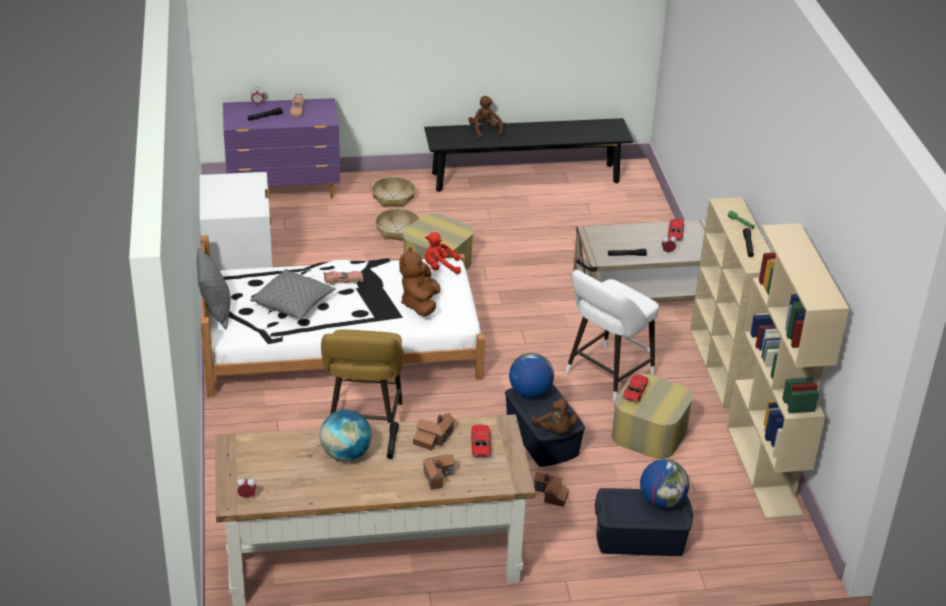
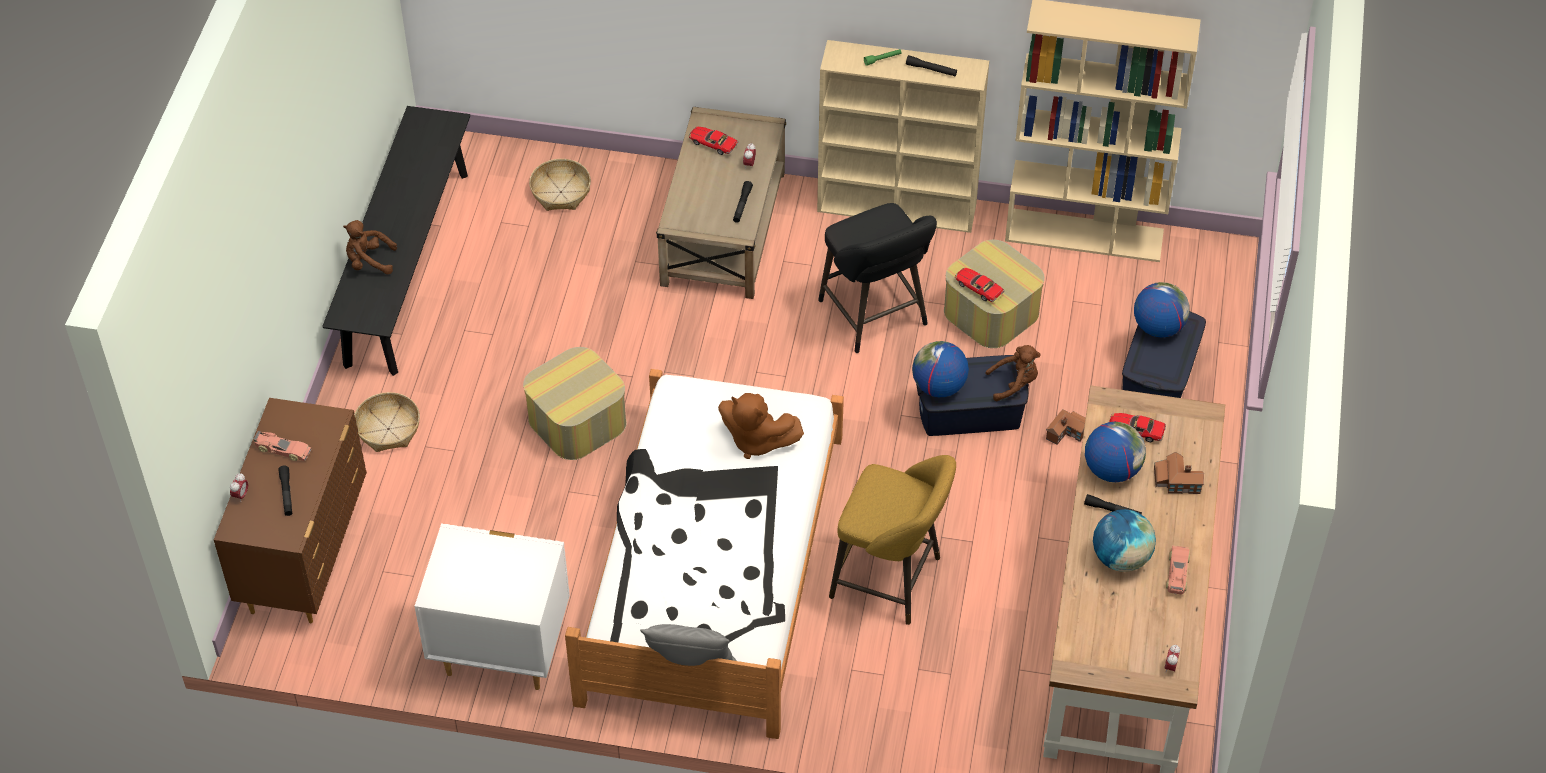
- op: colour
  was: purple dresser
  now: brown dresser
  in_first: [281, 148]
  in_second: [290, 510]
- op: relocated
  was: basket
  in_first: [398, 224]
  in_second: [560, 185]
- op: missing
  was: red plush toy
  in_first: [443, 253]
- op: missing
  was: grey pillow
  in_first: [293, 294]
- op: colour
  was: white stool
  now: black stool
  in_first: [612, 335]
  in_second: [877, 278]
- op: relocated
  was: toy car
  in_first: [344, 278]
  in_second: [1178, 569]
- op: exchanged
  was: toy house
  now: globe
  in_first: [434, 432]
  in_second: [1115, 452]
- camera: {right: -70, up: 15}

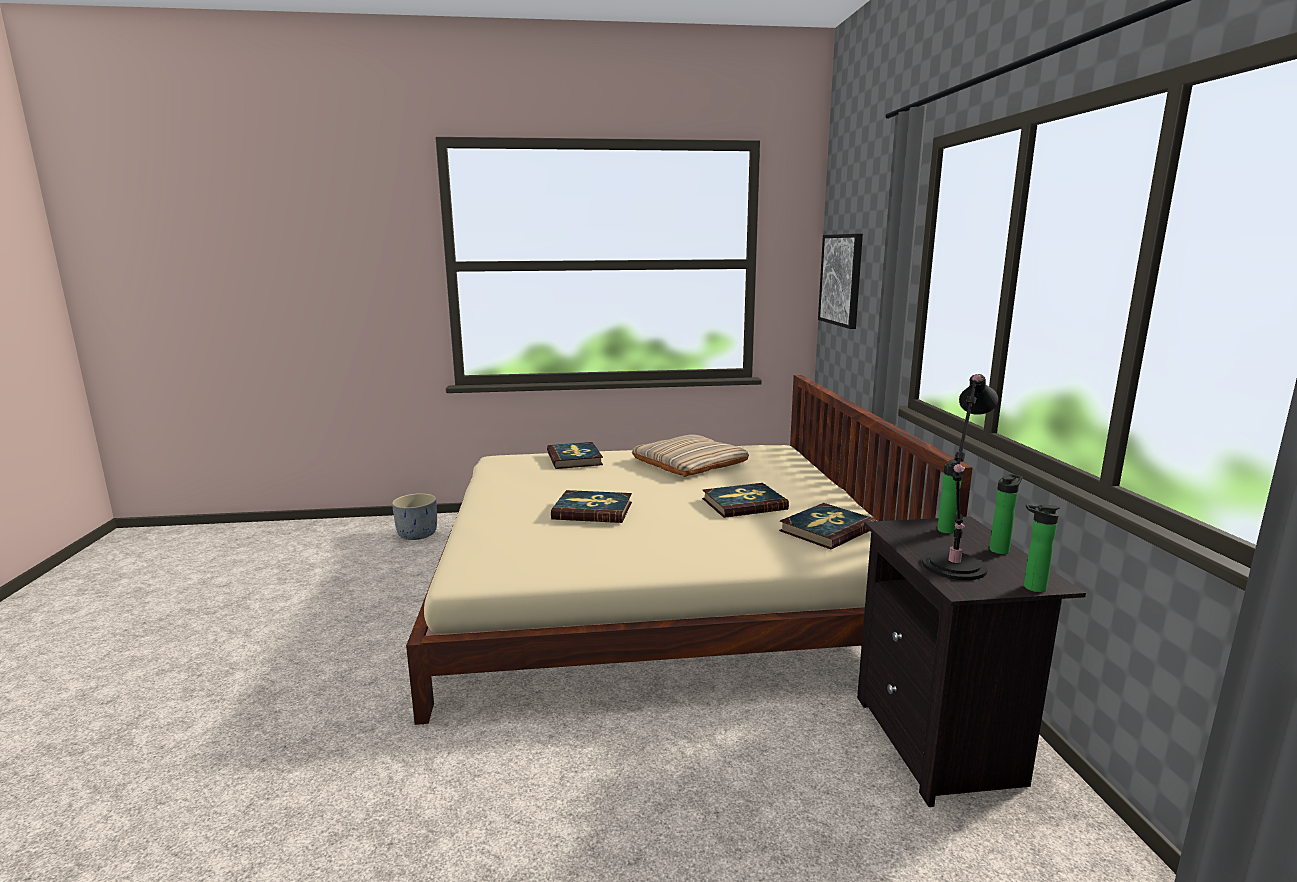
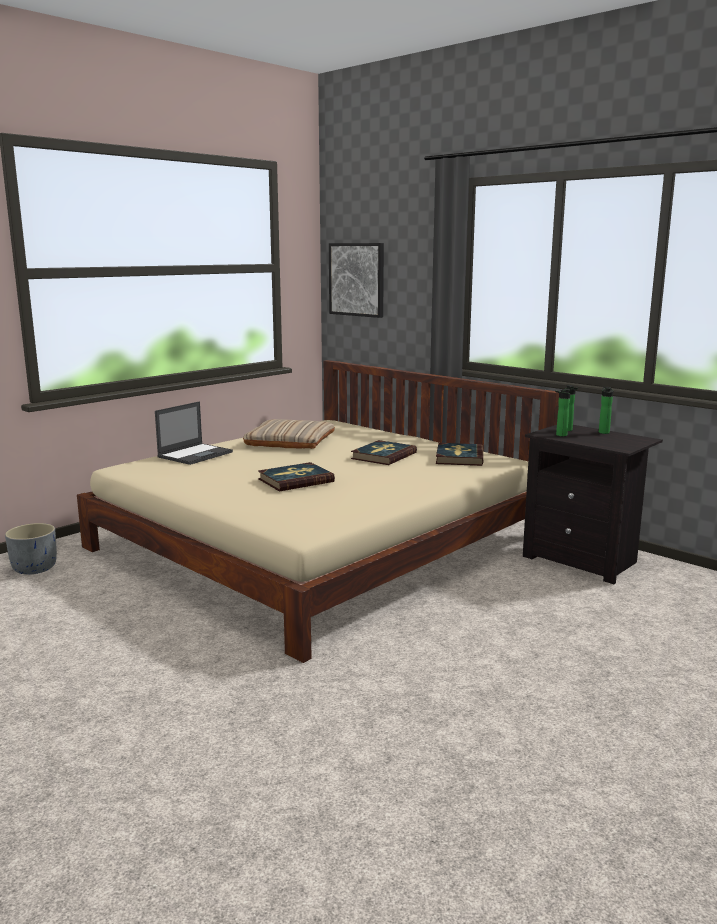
- op: missing
  was: black table lamp
  in_first: [960, 477]
- op: exchanged
  was: book
  now: laptop
  in_first: [575, 455]
  in_second: [194, 433]
- op: relocated
  was: bottle
  in_first: [1042, 548]
  in_second: [562, 412]
- camera: {right: -40, up: 0}

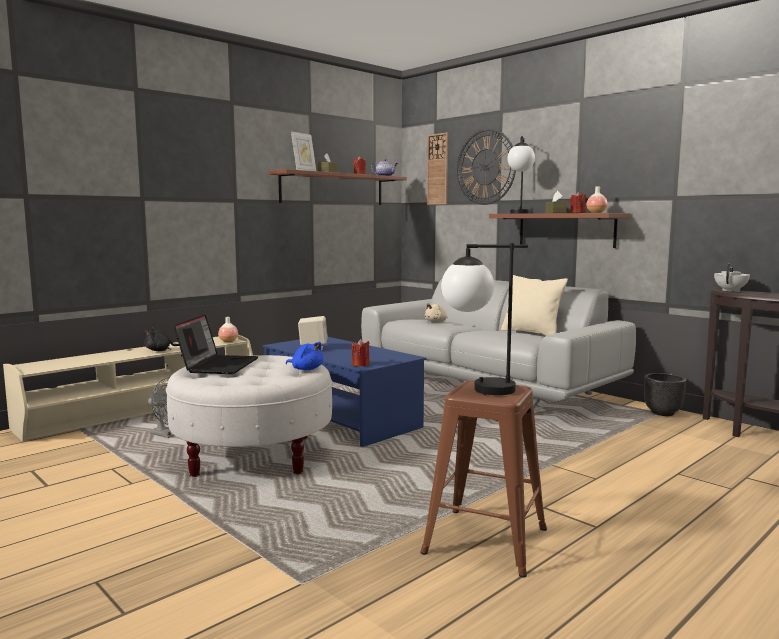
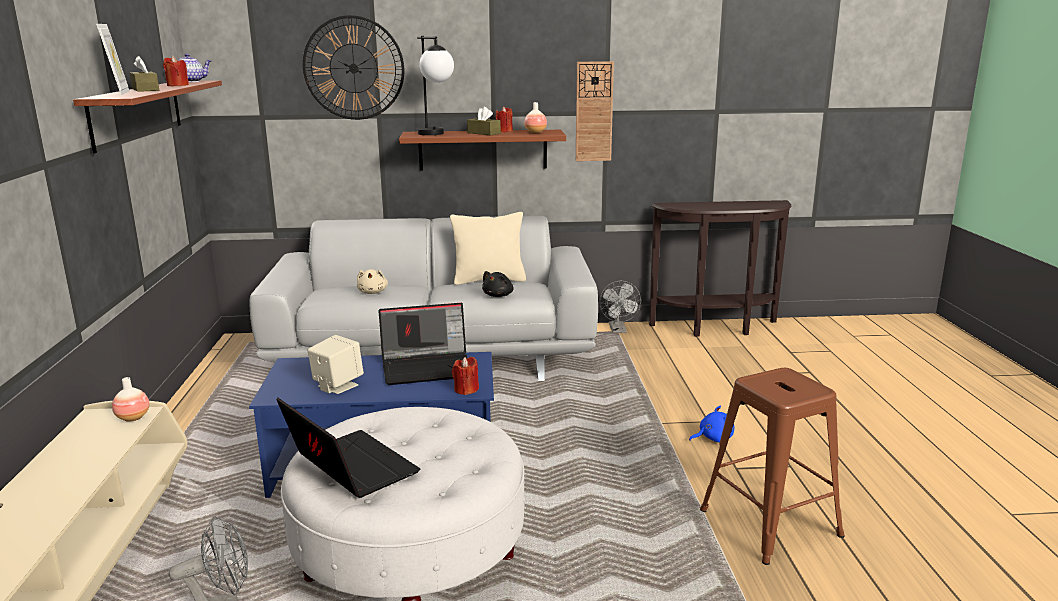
- op: relocated
  was: wall clock
  in_first: [437, 169]
  in_second: [595, 111]
- op: missing
  was: table lamp
  in_first: [484, 319]
- op: missing
  was: white teapot
  in_first: [732, 278]
- op: relocated
  was: black plush toy
  in_first: [162, 339]
  in_second: [498, 284]
- op: relocated
  was: blue plush toy
  in_first: [304, 356]
  in_second: [712, 423]
- op: exchanged
  was: black planter
  now: grey fan
  in_first: [665, 394]
  in_second: [620, 307]
- op: appeared
  now: laptop
  in_second: [422, 344]
- camera: {right: -50, up: 10}

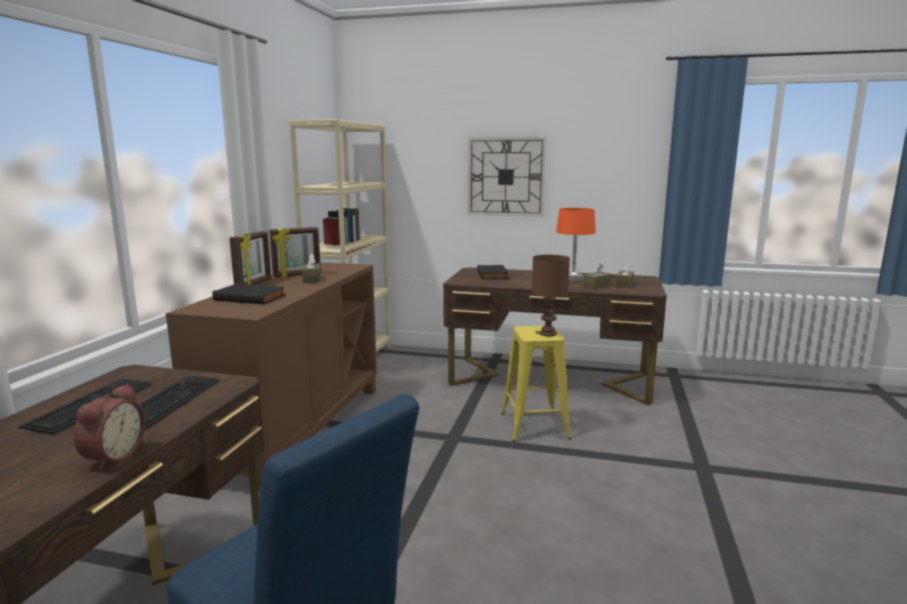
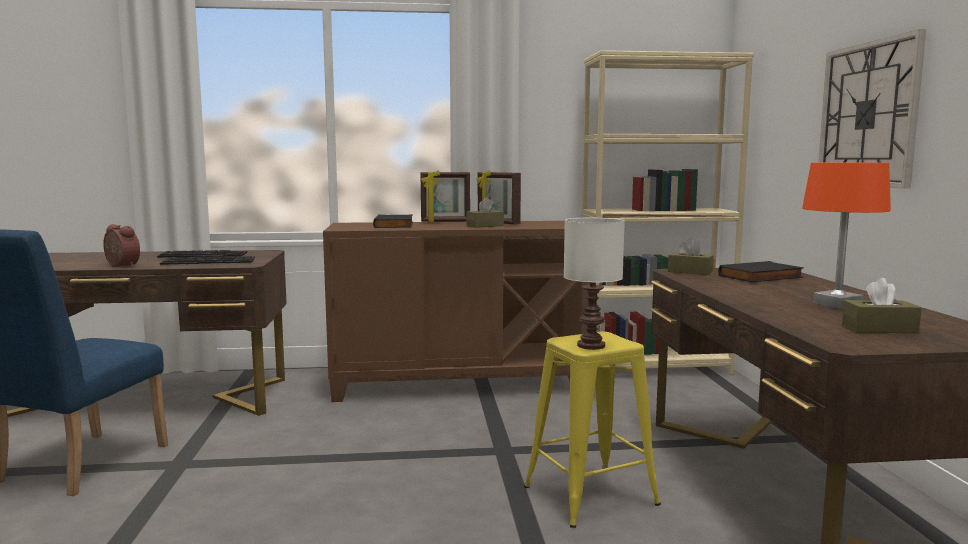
- op: colour
  was: brown table lamp
  now: white table lamp
  in_first: [551, 295]
  in_second: [594, 284]
- op: relocated
  was: brown tissue box
  in_first: [597, 276]
  in_second: [691, 256]
- op: spun
  was: alarm clock
  in_first: [110, 427]
  in_second: [121, 245]
  clockwise: -135
- camera: {right: 70, up: -5}

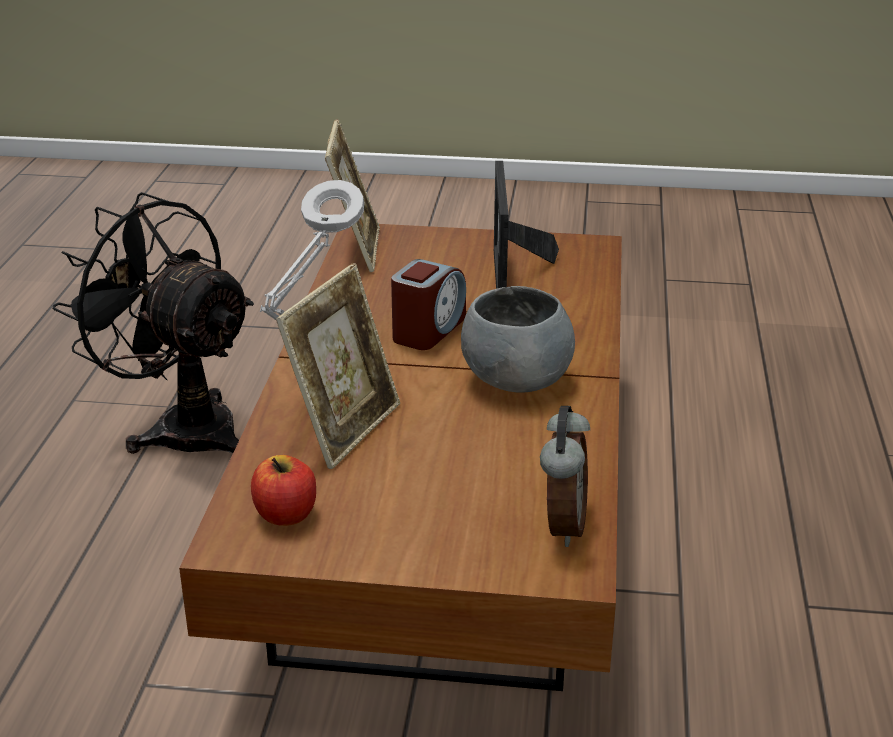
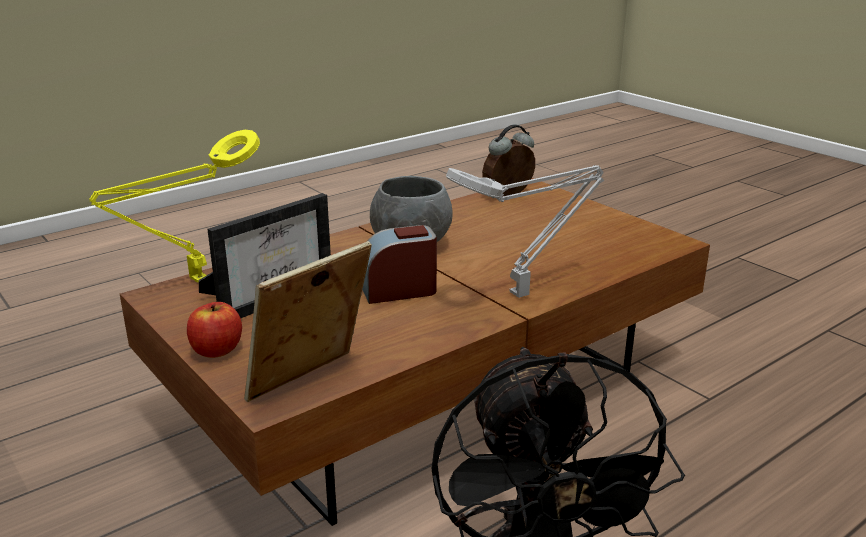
- op: missing
  was: picture frame
  in_first: [338, 366]
- op: relocated
  was: apple
  in_first: [283, 490]
  in_second: [214, 330]
- op: appeared
  now: yellow table lamp
  in_second: [174, 206]
- camera: {right: -135, up: -5}

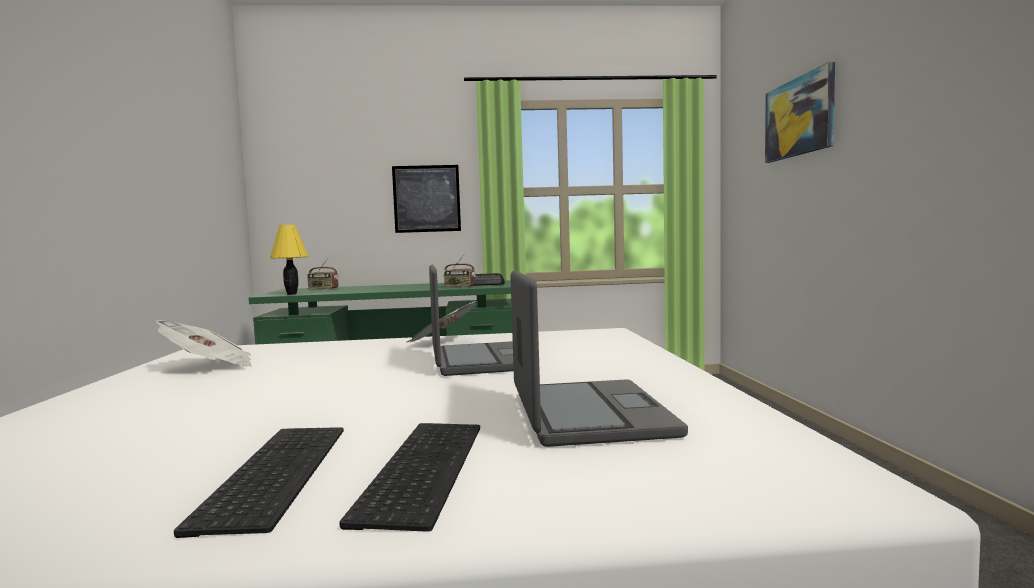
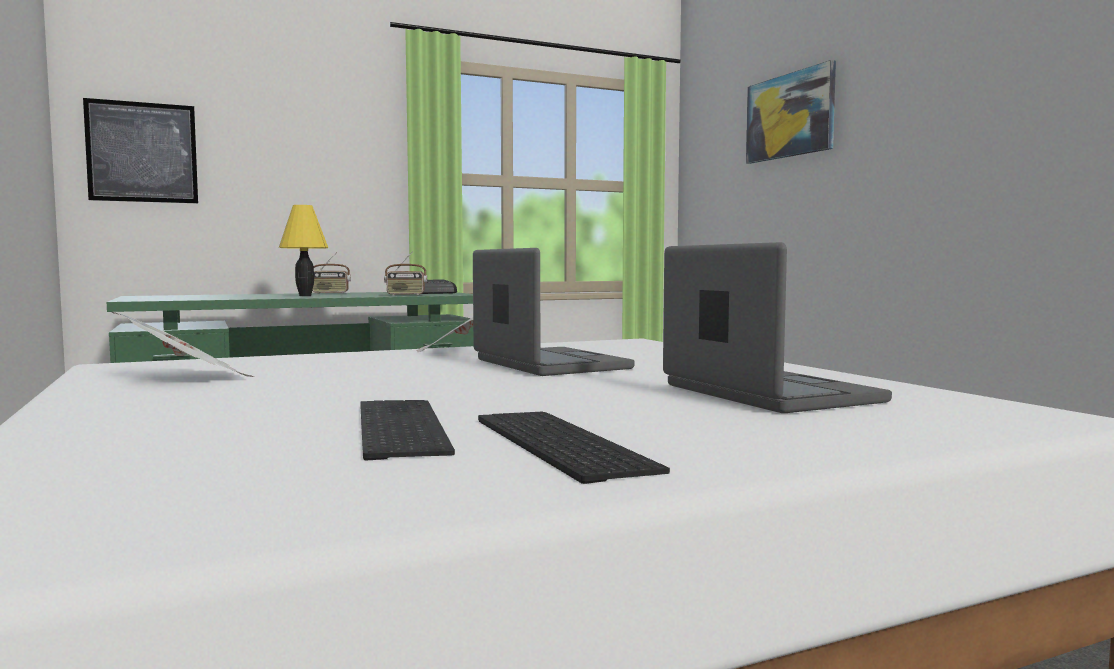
- op: relocated
  was: picture
  in_first: [426, 199]
  in_second: [140, 150]
- op: relocated
  was: yellow table lamp
  in_first: [289, 260]
  in_second: [303, 250]
- op: relocated
  was: radio
  in_first: [322, 274]
  in_second: [331, 273]
- op: relocated
  was: keyboard
  in_first: [410, 477]
  in_second: [407, 430]
- camera: {right: -20, up: 0}

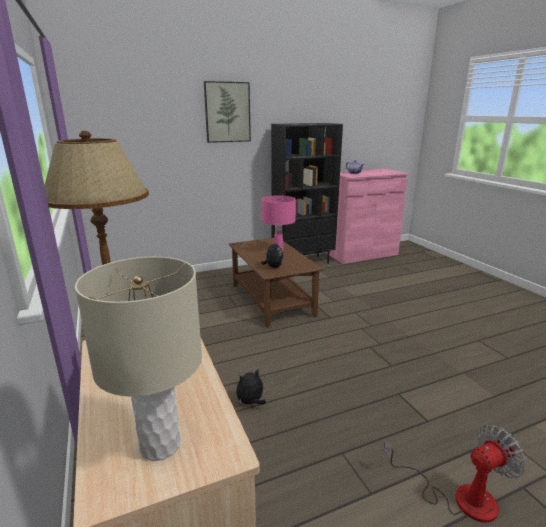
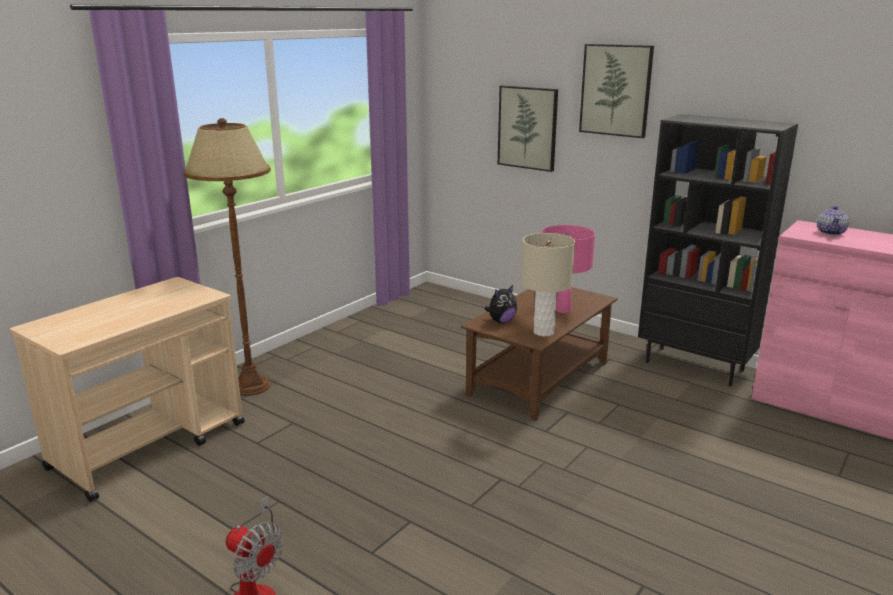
- op: relocated
  was: beige table lamp
  in_first: [138, 359]
  in_second: [548, 285]
- op: missing
  was: plush toy
  in_first: [251, 386]
- op: appeared
  now: picture
  in_second: [528, 129]
- camera: {right: 60, up: 0}

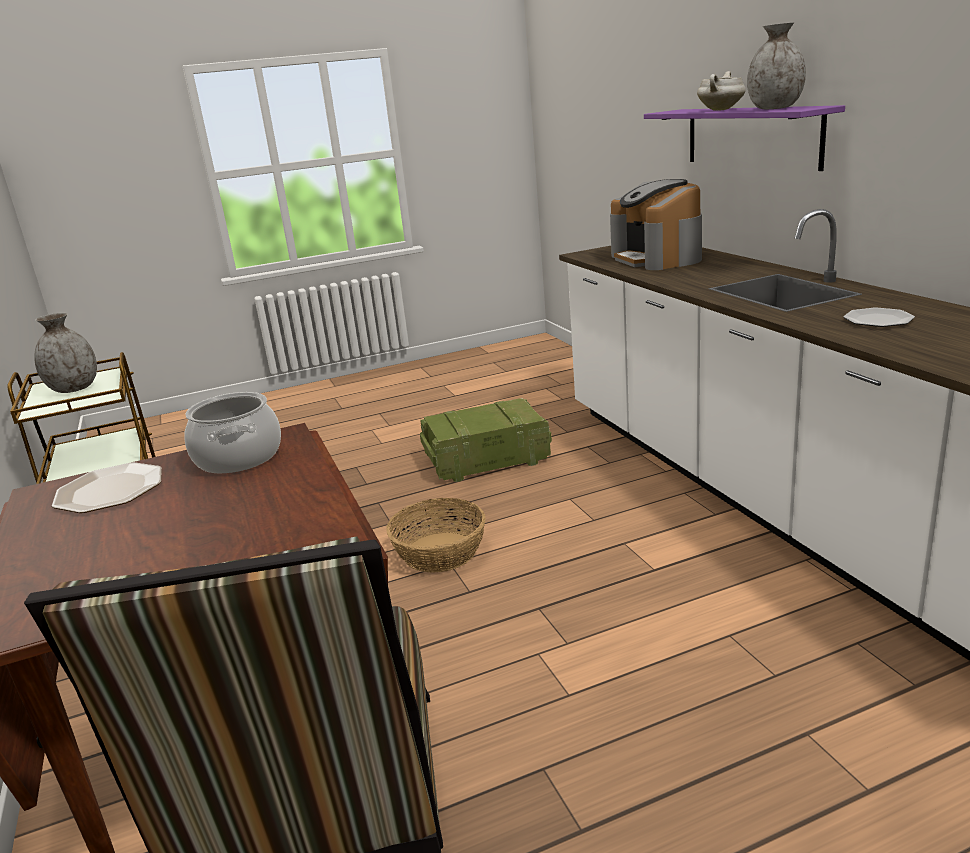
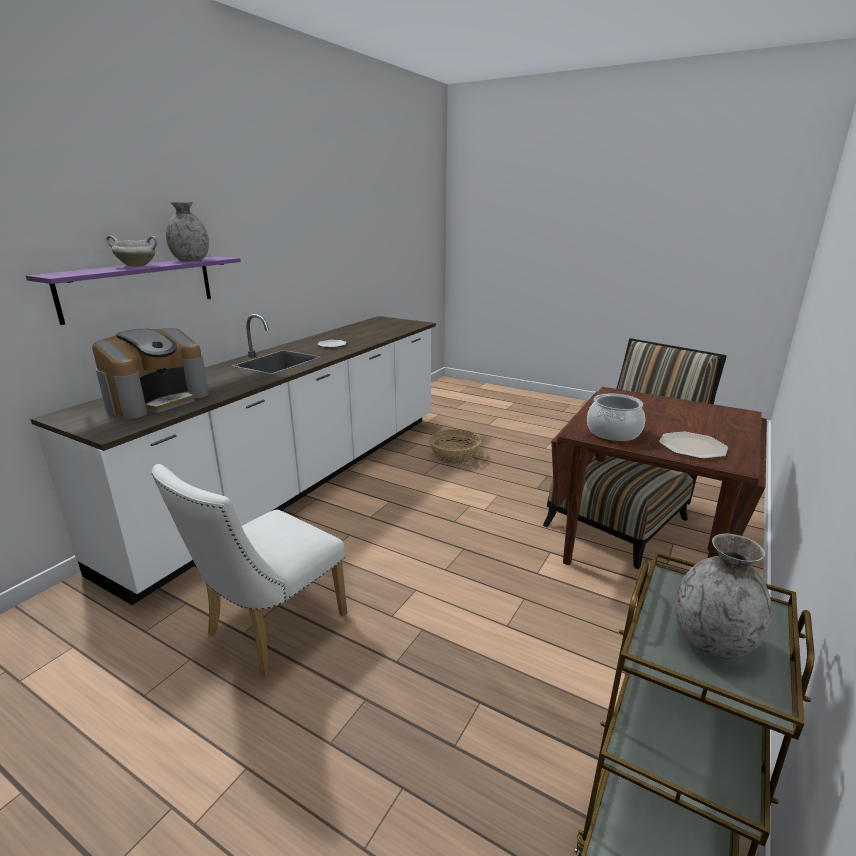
- op: exchanged
  was: crate
  now: white chair
  in_first: [486, 440]
  in_second: [249, 569]
- op: relocated
  was: basket
  in_first: [436, 535]
  in_second: [455, 447]
- camera: {right: -130, up: 0}

